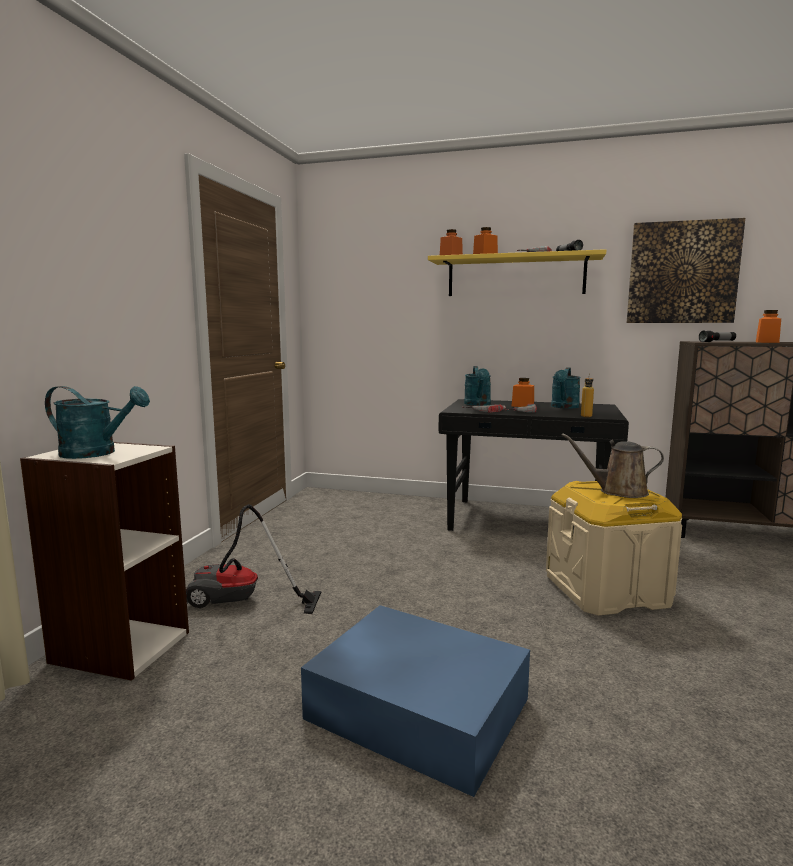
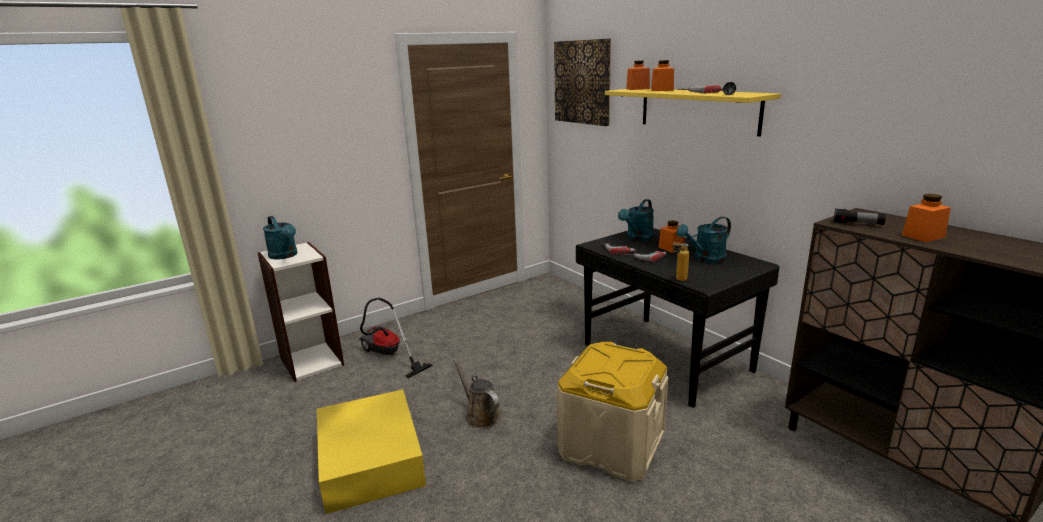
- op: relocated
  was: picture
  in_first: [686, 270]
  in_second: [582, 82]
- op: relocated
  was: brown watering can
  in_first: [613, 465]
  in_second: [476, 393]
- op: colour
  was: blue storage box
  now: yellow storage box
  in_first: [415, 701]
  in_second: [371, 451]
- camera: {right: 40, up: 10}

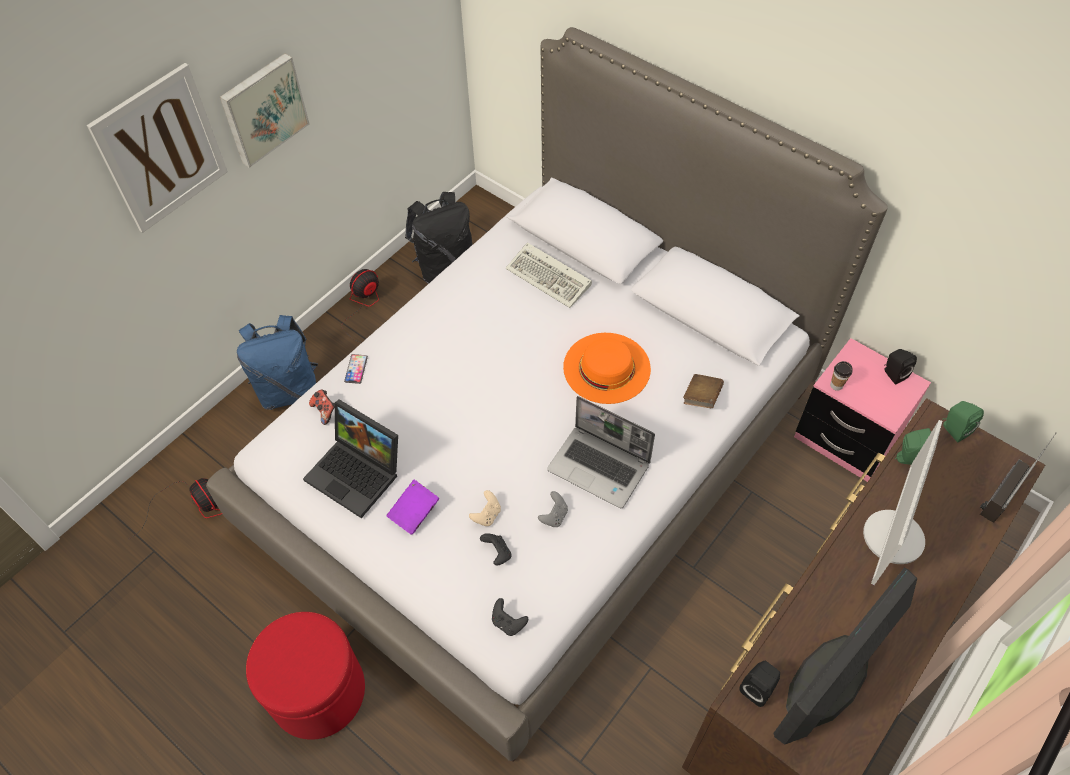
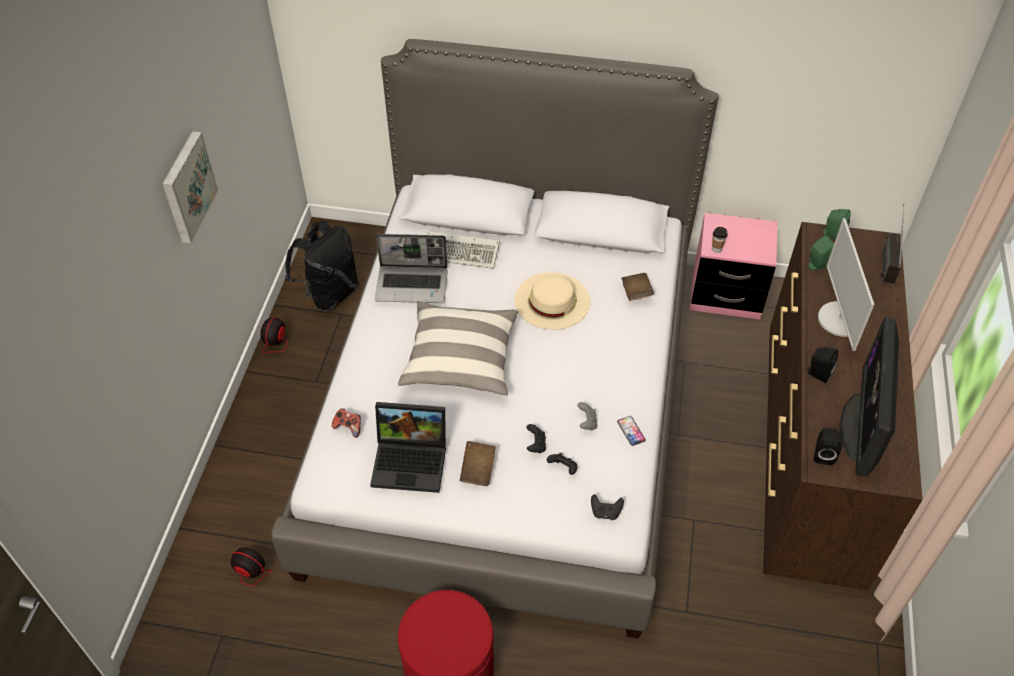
- op: missing
  was: picture
  in_first: [157, 148]
- op: missing
  was: blue backpack
  in_first: [277, 362]
- op: colour
  was: orange hat
  now: beige hat
  in_first: [607, 368]
  in_second: [552, 301]
- op: relocated
  was: black speaker
  in_first: [901, 367]
  in_second: [821, 365]
- op: relocated
  was: phone
  in_first: [356, 369]
  in_second: [631, 431]
- op: relocated
  was: laptop
  in_first: [601, 452]
  in_second: [411, 268]
- op: colour
  was: purple book
  now: brown book
  in_first: [412, 507]
  in_second: [478, 463]
- op: colour
  was: beige game controller
  now: black game controller
  in_first: [485, 508]
  in_second: [536, 438]
- op: appeared
  now: pillow
  in_second: [458, 348]
- camera: {right: -30, up: -5}

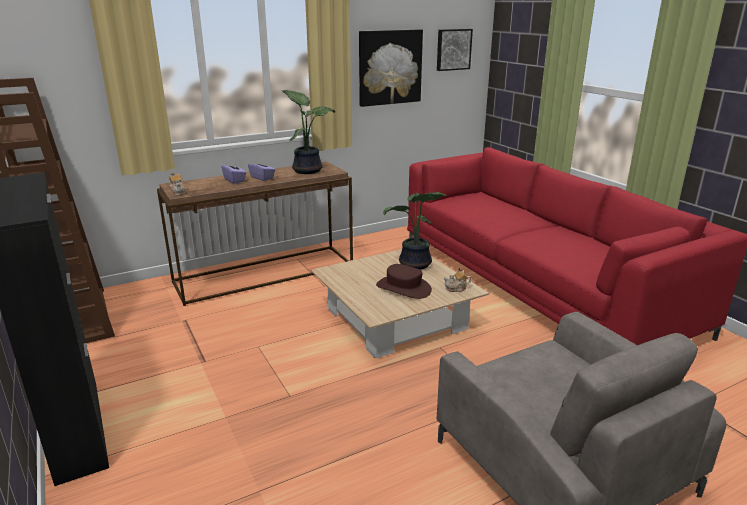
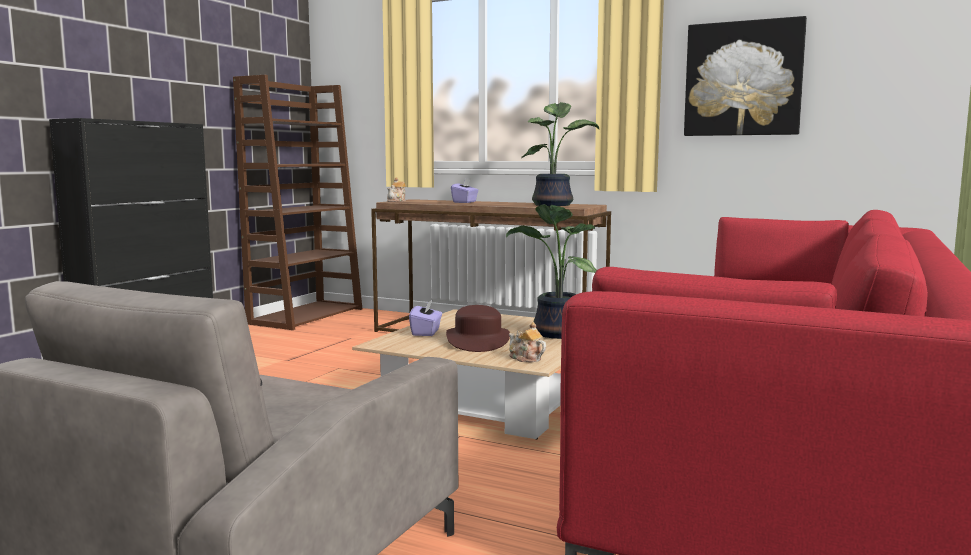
- op: missing
  was: picture
  in_first: [455, 50]
- op: relocated
  was: purple tissue box
  in_first: [261, 169]
  in_second: [425, 317]
- camera: {right: 55, up: -15}

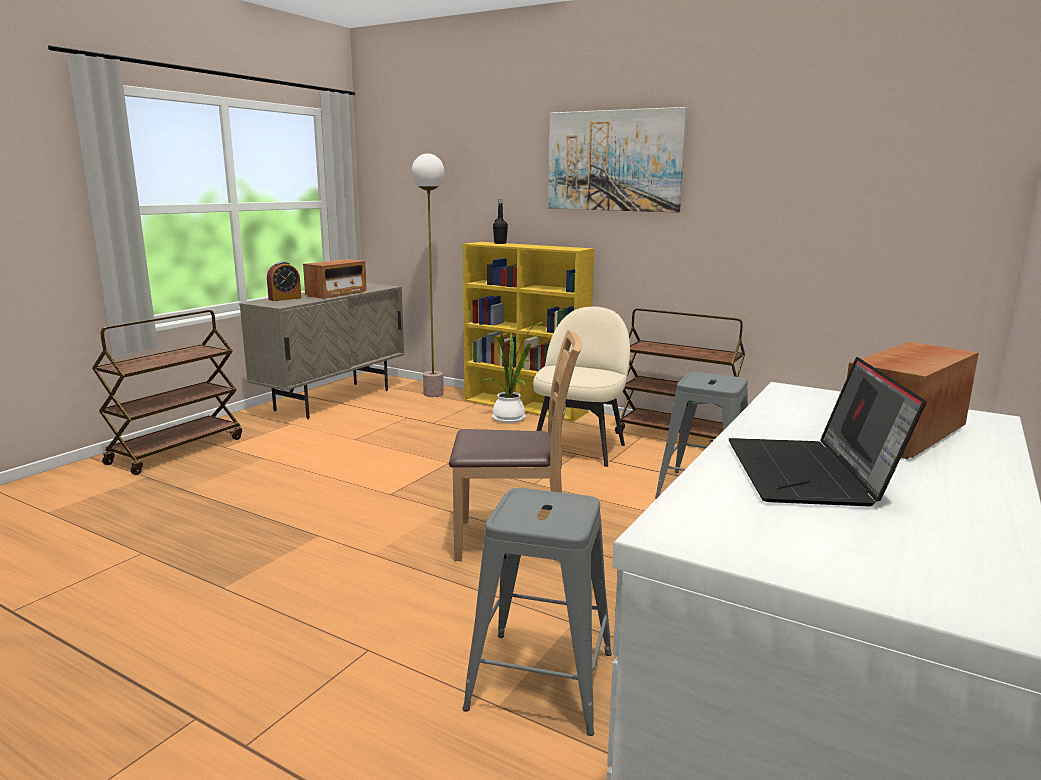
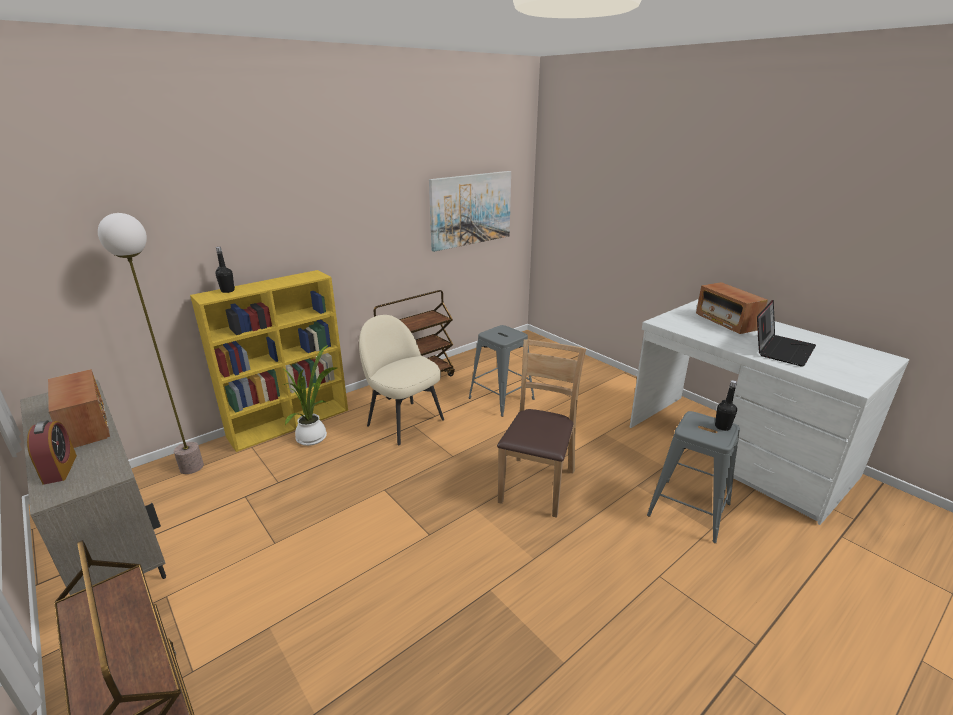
- op: relocated
  was: picture
  in_first: [617, 160]
  in_second: [470, 211]
- op: spun
  was: laptop
  in_first: [827, 431]
  in_second: [786, 333]
  clockwise: -75
- op: appeared
  now: black bottle
  in_second: [726, 405]
- camera: {right: -70, up: 10}

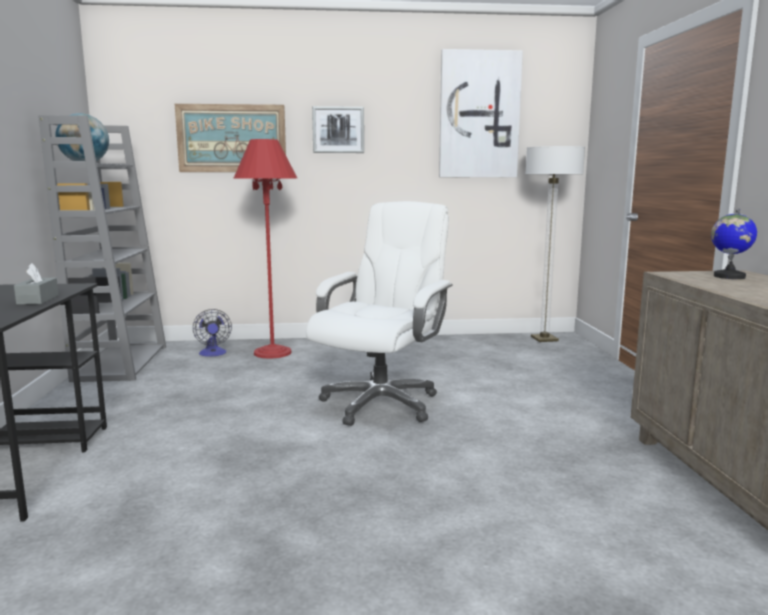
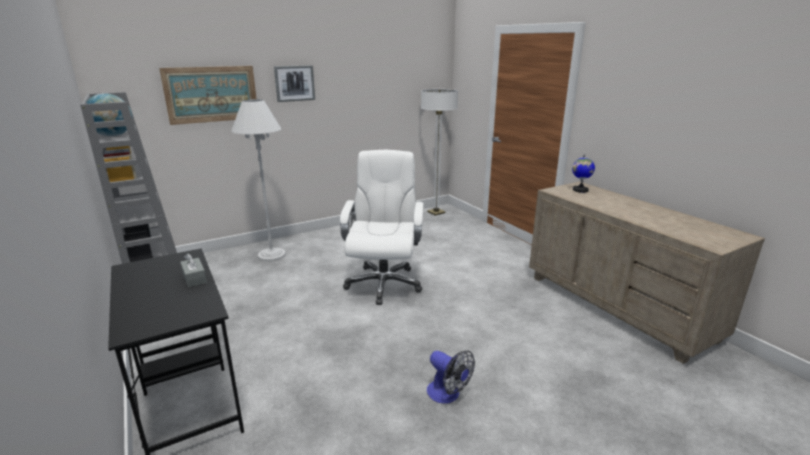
- op: missing
  was: picture
  in_first: [481, 113]
- op: colour
  was: red floor lamp
  now: white floor lamp
  in_first: [265, 248]
  in_second: [258, 180]
- op: relocated
  was: fan
  in_first: [212, 333]
  in_second: [451, 377]
- camera: {right: -25, up: 10}

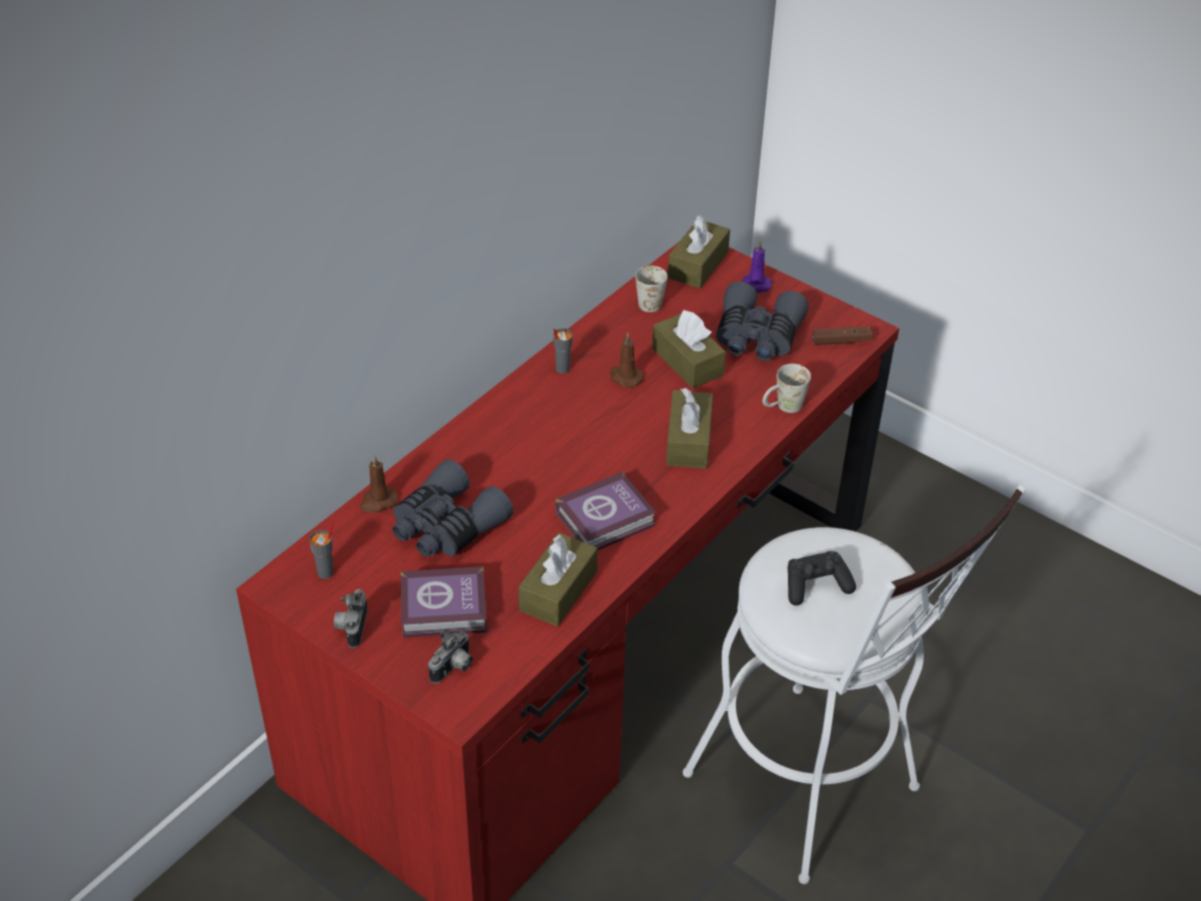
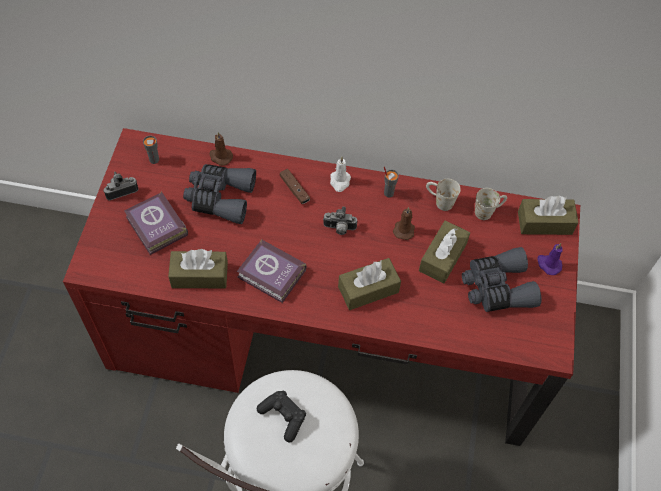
- op: relocated
  was: brown game controller
  in_first: [843, 335]
  in_second: [295, 186]
- op: relocated
  was: white mug
  in_first: [787, 388]
  in_second: [443, 195]
- op: relocated
  was: photo camera
  in_first: [450, 656]
  in_second: [340, 220]
- op: appeared
  now: white candle
  in_second: [340, 174]
- camera: {right: 60, up: 15}

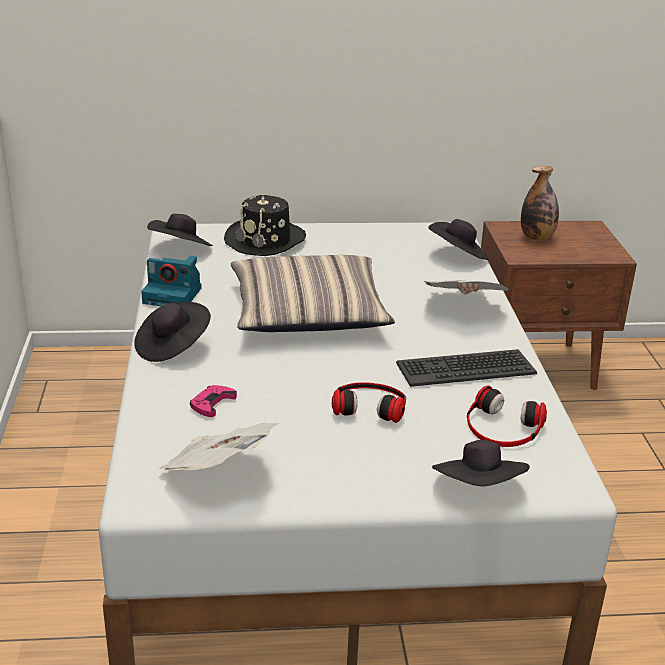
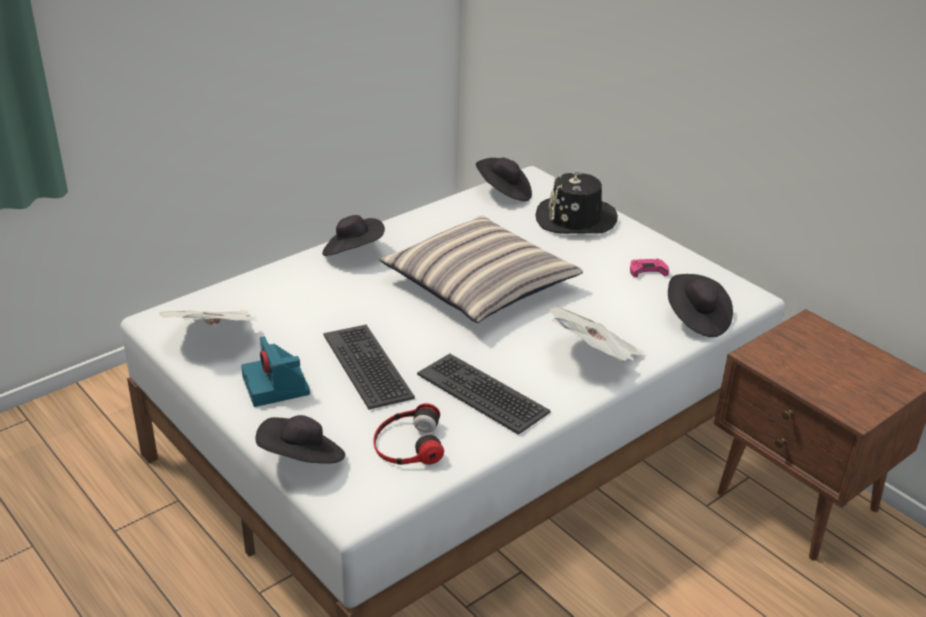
- op: missing
  was: bottle
  in_first: [540, 203]
- op: relocated
  was: photo camera
  in_first: [171, 281]
  in_second: [275, 371]
- op: exchanged
  was: headphones
  now: keyboard
  in_first: [369, 402]
  in_second: [369, 367]
- op: relocated
  was: pink game controller
  in_first: [213, 401]
  in_second: [649, 268]
- camera: {right: 55, up: 5}

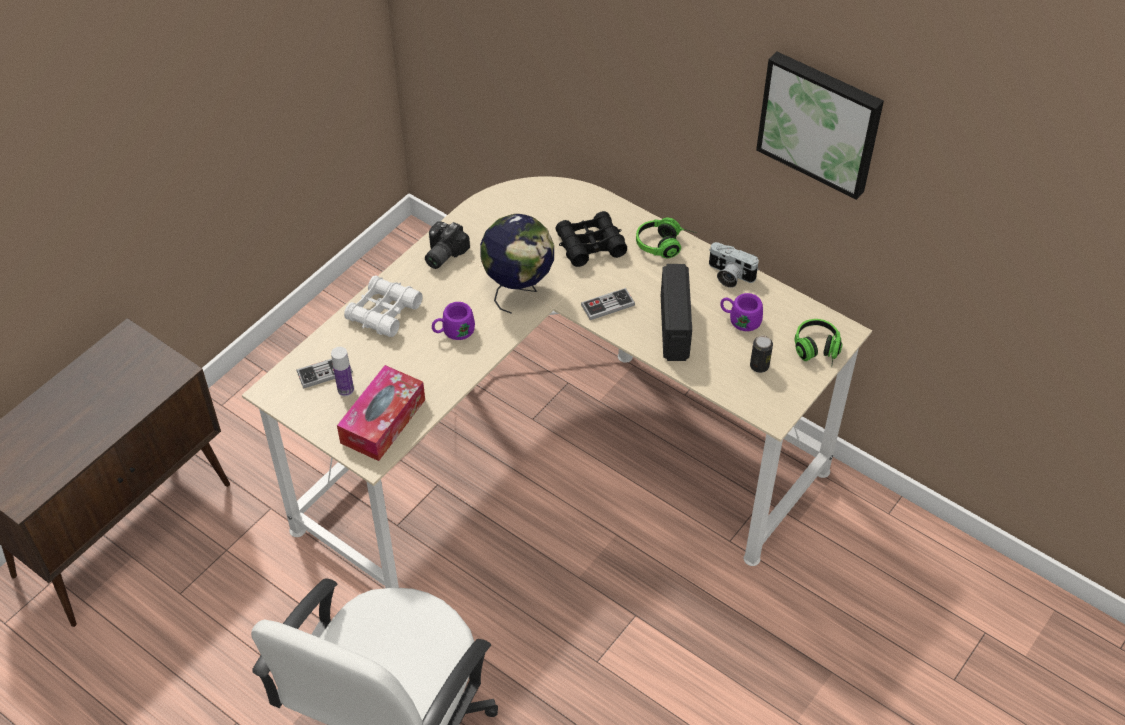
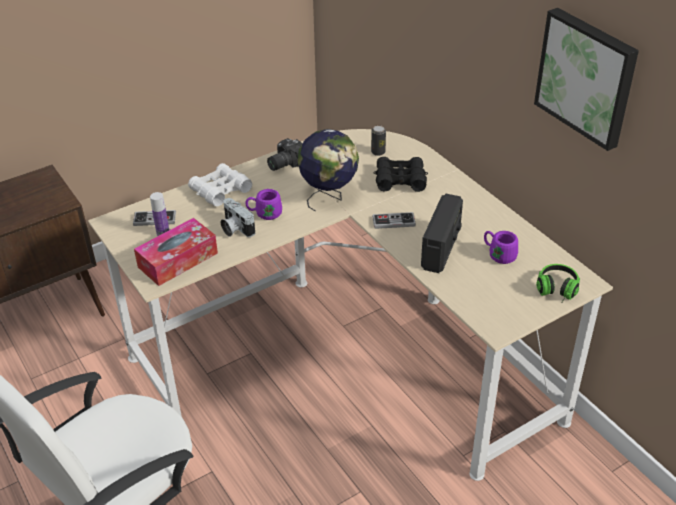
- op: missing
  was: headphones
  in_first: [666, 238]
- op: relocated
  was: photo camera
  in_first: [734, 265]
  in_second: [238, 217]
- op: relocated
  was: can
  in_first: [761, 354]
  in_second: [378, 140]
- camera: {right: 20, up: -10}

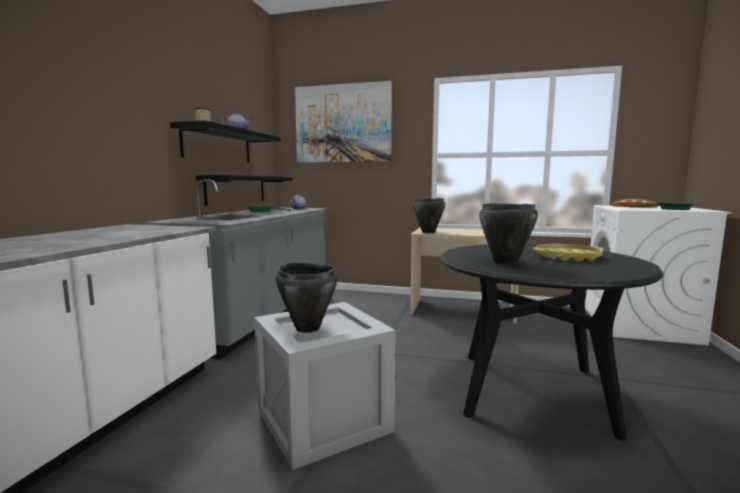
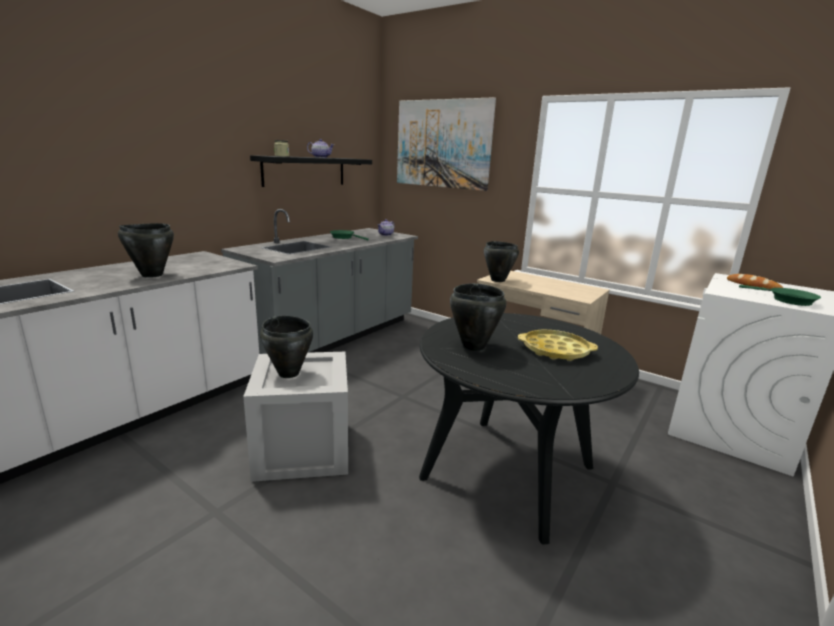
- op: missing
  was: black shelf
  in_first: [244, 190]
- op: appeared
  now: black cooking pot
  in_second: [146, 250]
- camera: {right: 20, up: 10}

